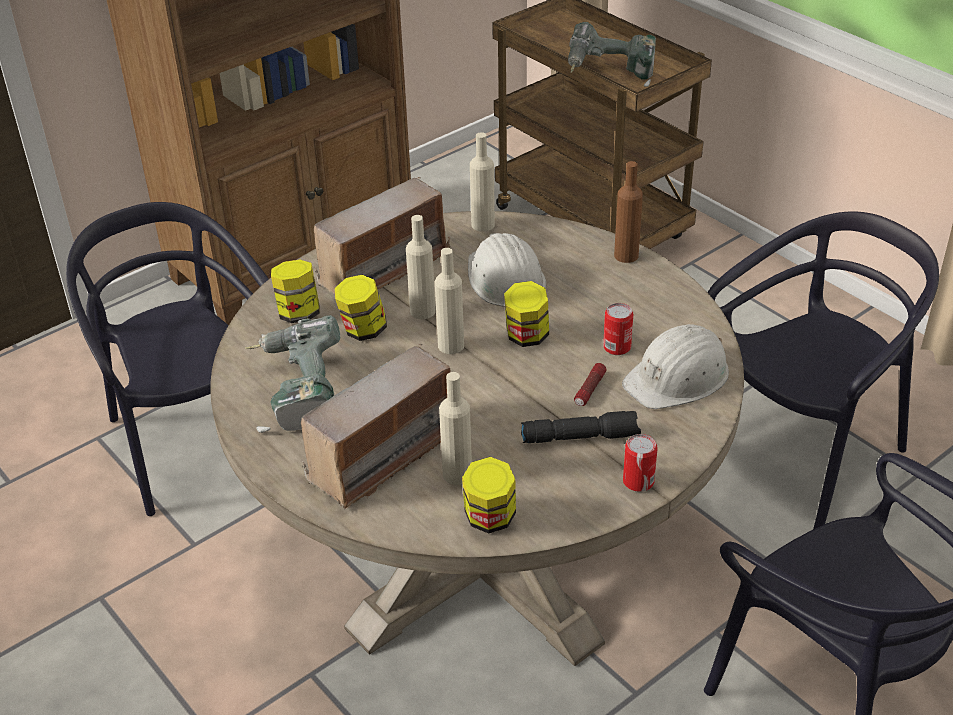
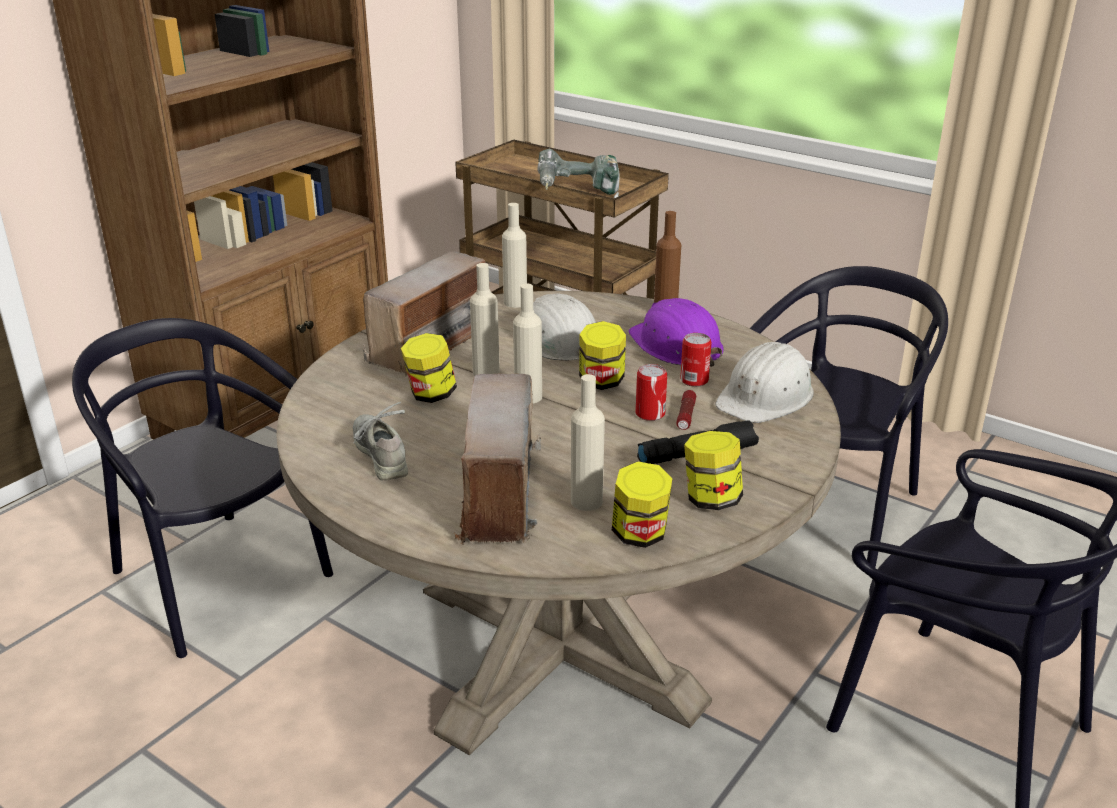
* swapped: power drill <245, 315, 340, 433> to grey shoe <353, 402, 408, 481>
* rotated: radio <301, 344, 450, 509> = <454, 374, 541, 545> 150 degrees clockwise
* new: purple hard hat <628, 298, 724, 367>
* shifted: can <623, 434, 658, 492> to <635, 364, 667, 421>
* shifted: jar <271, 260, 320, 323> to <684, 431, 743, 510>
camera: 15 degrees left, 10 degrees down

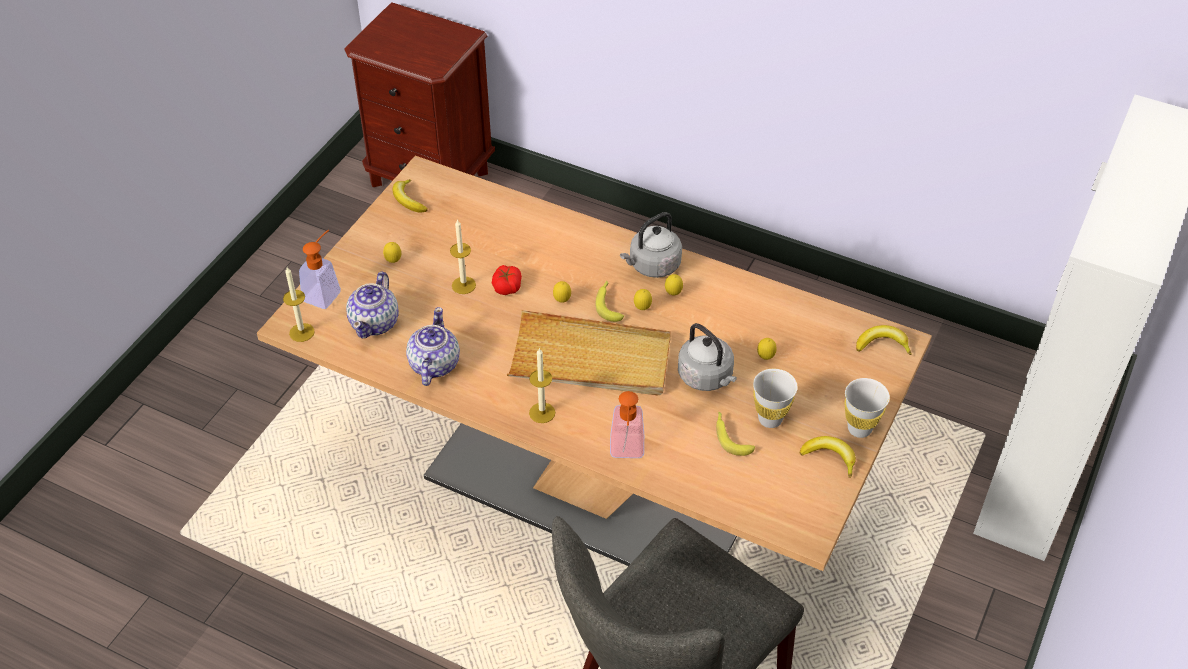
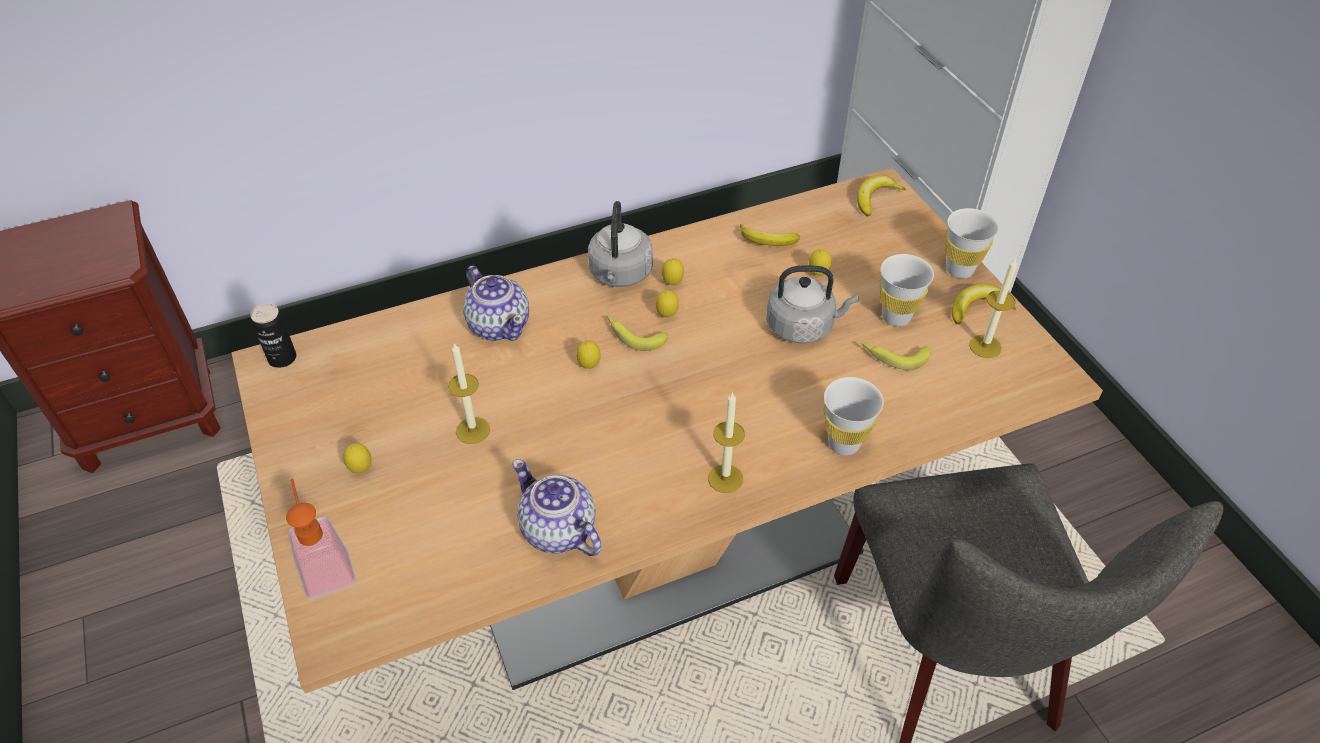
* new: can <251, 304, 296, 368>
* shifted: teapot <346, 271, 399, 338> to <463, 265, 529, 341>
* shifted: banana <393, 179, 427, 212> to <740, 224, 800, 246>
* swapped: soap dispenser <610, 391, 644, 458> to white cup <824, 377, 884, 456>
* shifted: candle <283, 267, 315, 342> to <969, 257, 1017, 358>
* gone: tomato <492, 265, 522, 295>
* gone: beige tray <507, 310, 671, 396>
camera: 50 degrees left, 0 degrees up

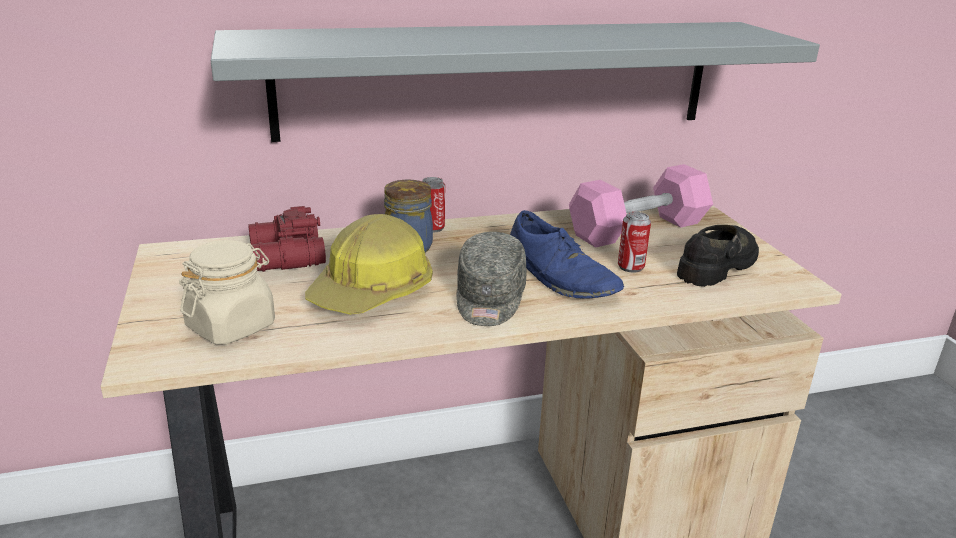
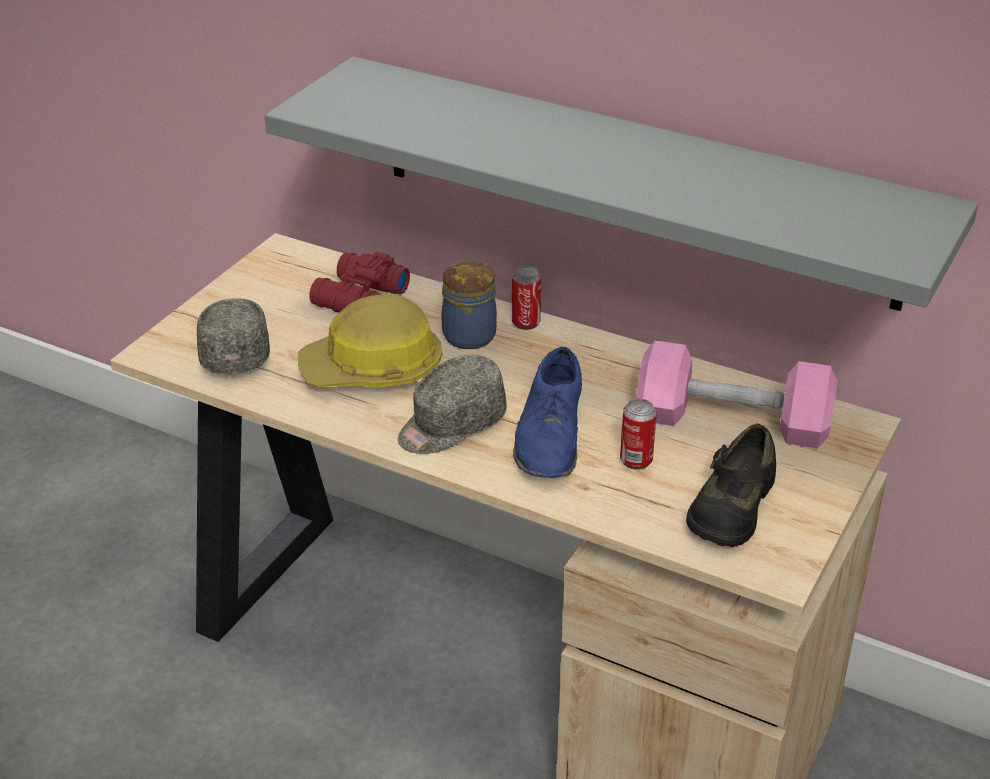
* swapped: beige jar <179, 240, 275, 344> to grey cap <197, 298, 270, 374>
* rotated: black shoe <677, 225, 759, 287> = <686, 424, 776, 547> 120 degrees clockwise
camera: 45 degrees right, 10 degrees up

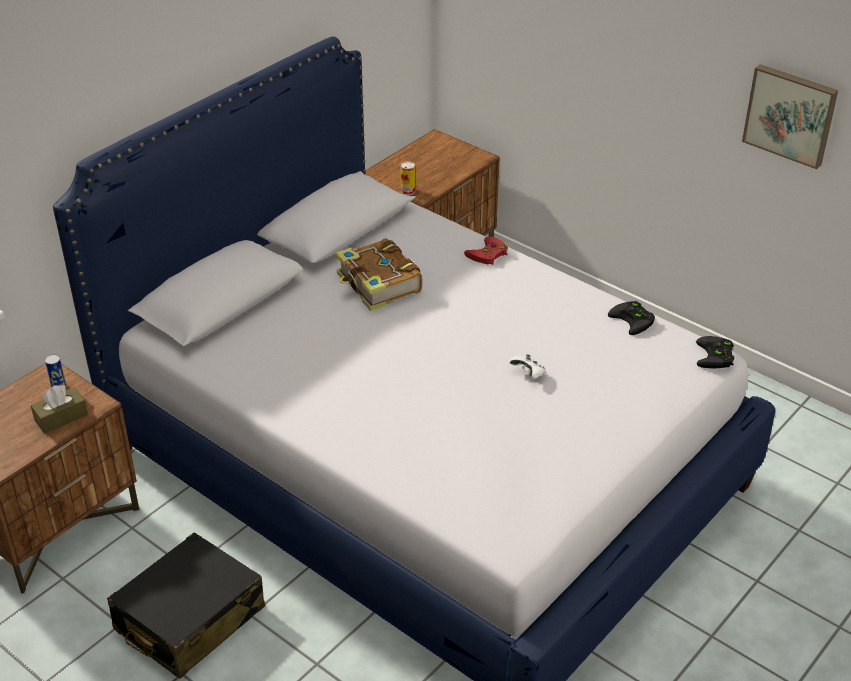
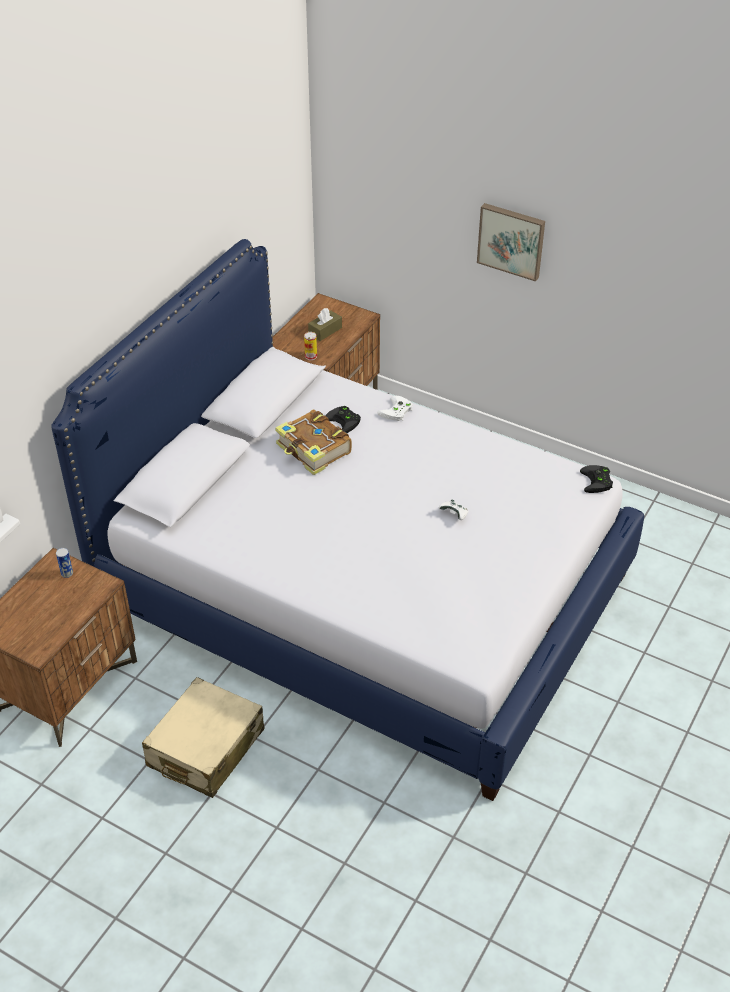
* repainted: black suitcase <107, 532, 265, 679> to beige suitcase <142, 677, 265, 798>
* shifted: brown tissue box <31, 385, 88, 434> to <308, 308, 342, 341>
* shifted: black game controller <608, 301, 655, 335> to <325, 406, 361, 433>
* repainted: red game controller <464, 236, 508, 265> to white game controller <377, 396, 413, 421>
* shifted: picture <742, 64, 838, 169> to <477, 203, 545, 282>
camera: 10 degrees left, 5 degrees up

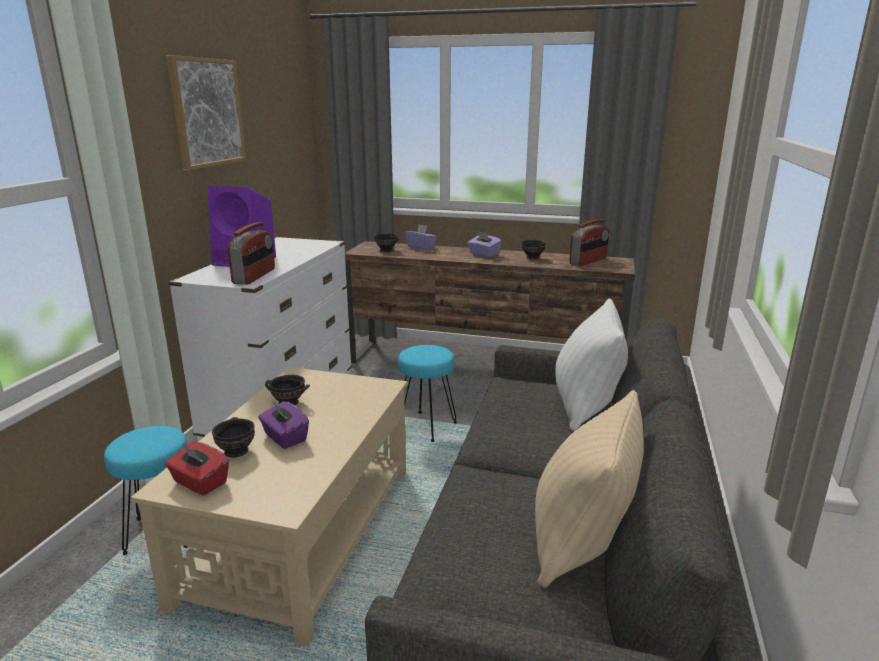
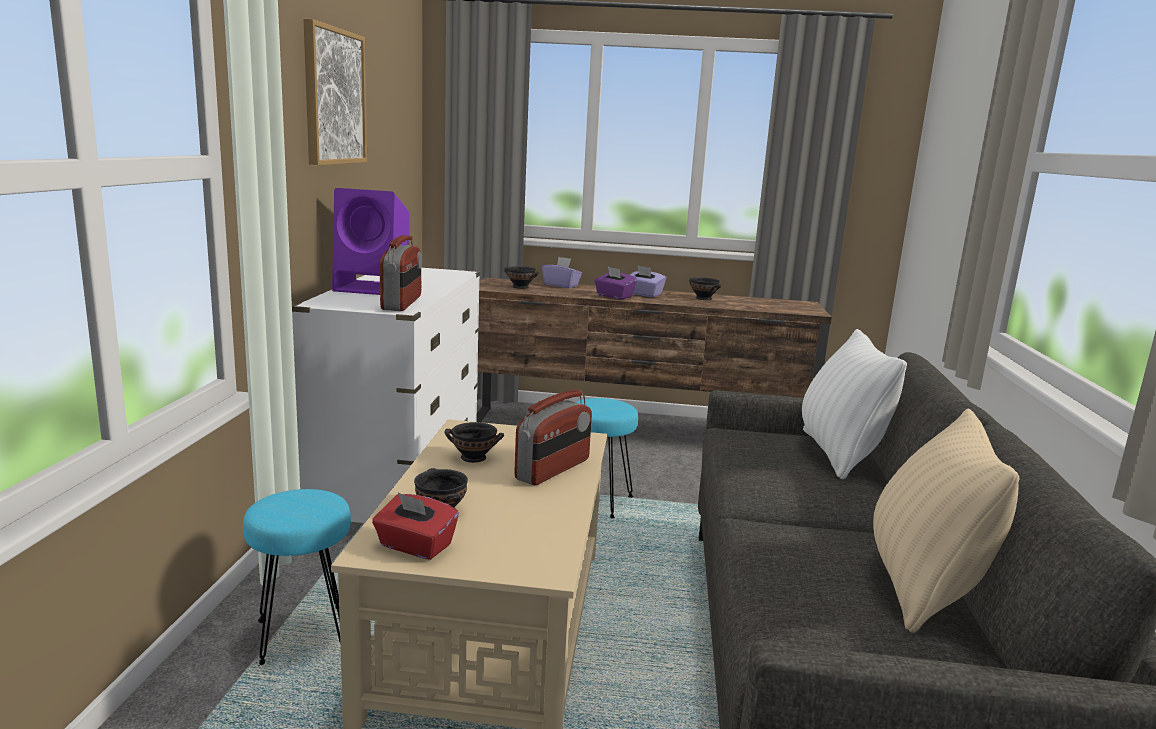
* shifted: radio <569, 219, 609, 266> to <514, 390, 592, 485>
* shifted: purple tissue box <258, 401, 309, 449> to <594, 267, 637, 299>
camera: 10 degrees left, 5 degrees down

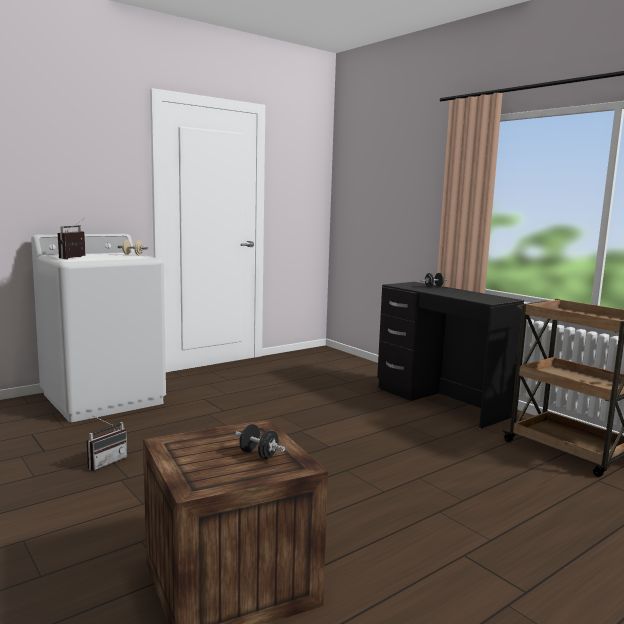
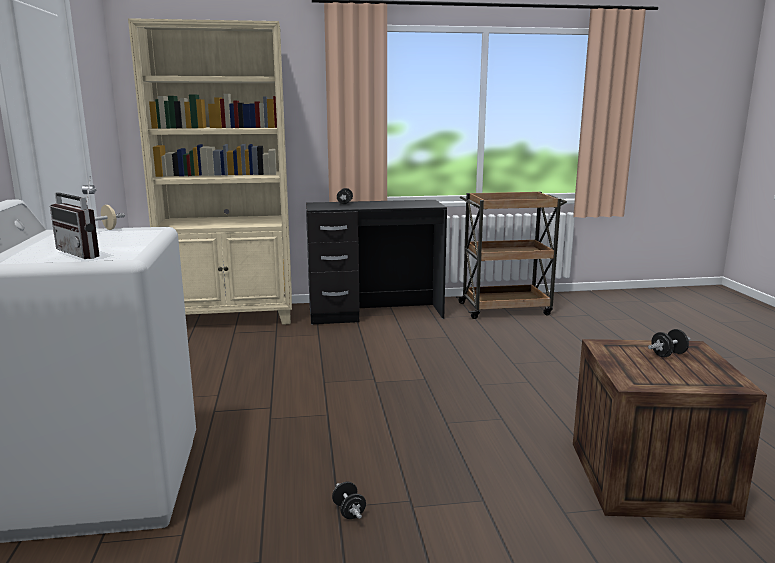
* new: beige bookcase <128, 18, 292, 325>
* swapped: radio <87, 416, 127, 471> to black dumbbell <332, 482, 366, 519>
camera: 60 degrees left, 5 degrees up

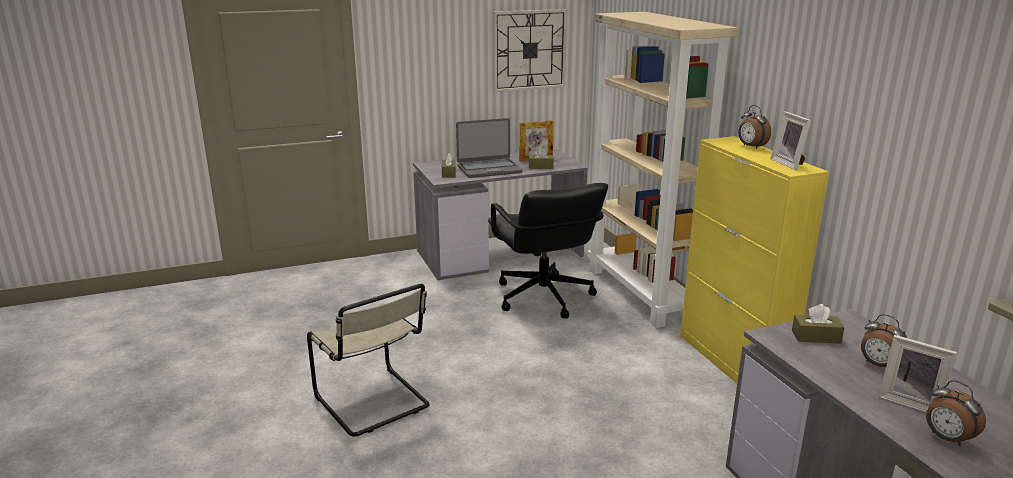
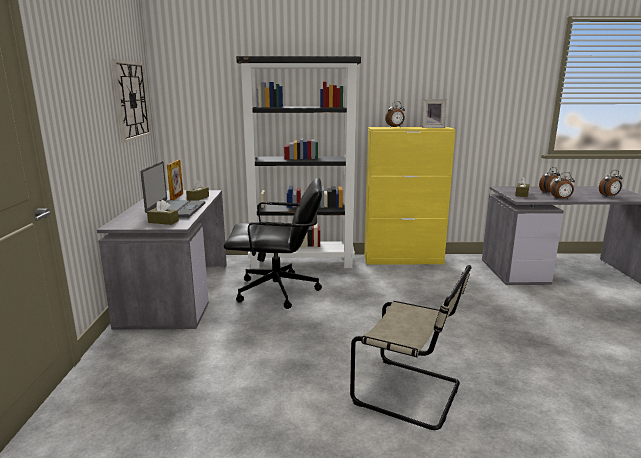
* repainted: beige bookcase <587, 12, 738, 328> to black bookcase <236, 56, 361, 269>
* rotated: beige chair <307, 284, 429, 437> = <350, 265, 471, 430> 45 degrees clockwise
* new: alarm clock <550, 172, 575, 199>
* gone: picture frame <879, 335, 957, 412>
camera: 70 degrees left, 5 degrees down

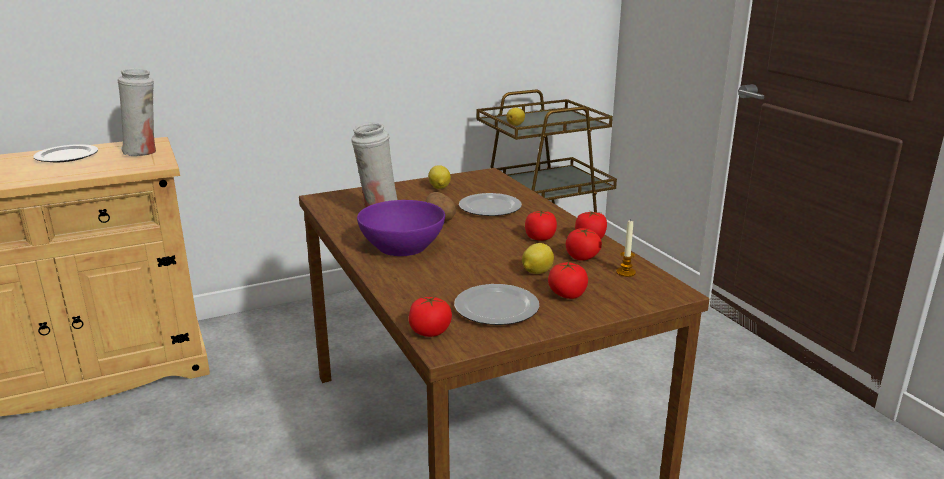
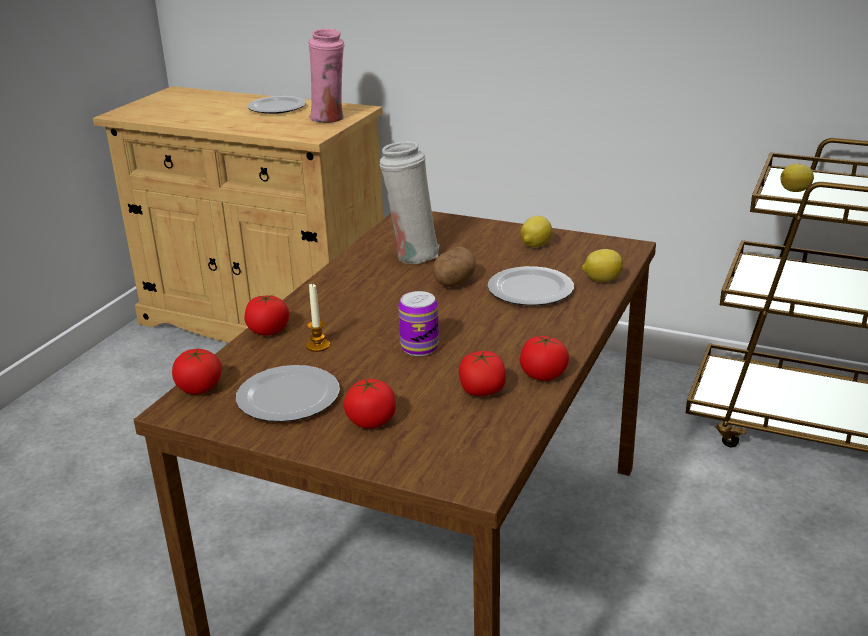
* shifted: tomato <525, 211, 557, 240> to <244, 295, 289, 336>
* shifted: candle <616, 219, 636, 277> to <306, 283, 330, 352>
* repainted: white vase <117, 68, 156, 156> to pink vase <308, 29, 344, 123>
* new: can <398, 291, 439, 356>
* shifted: lemon <522, 243, 554, 274> to <582, 249, 623, 282>
* gone: purple bowl <357, 200, 445, 256>
camera: 50 degrees right, 5 degrees up

